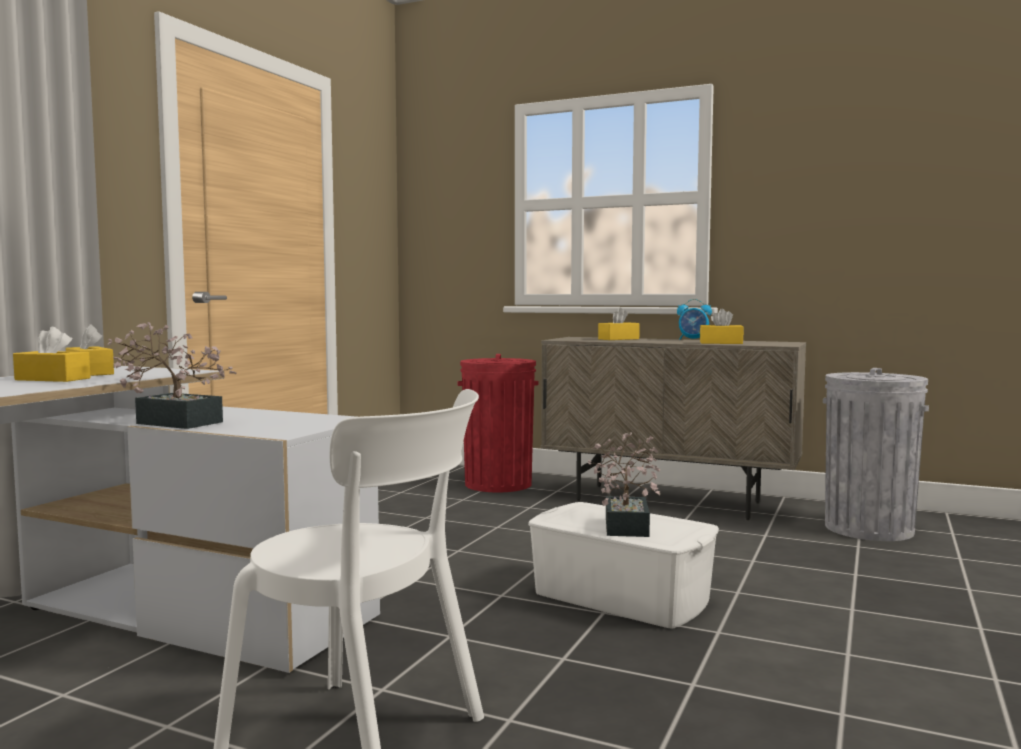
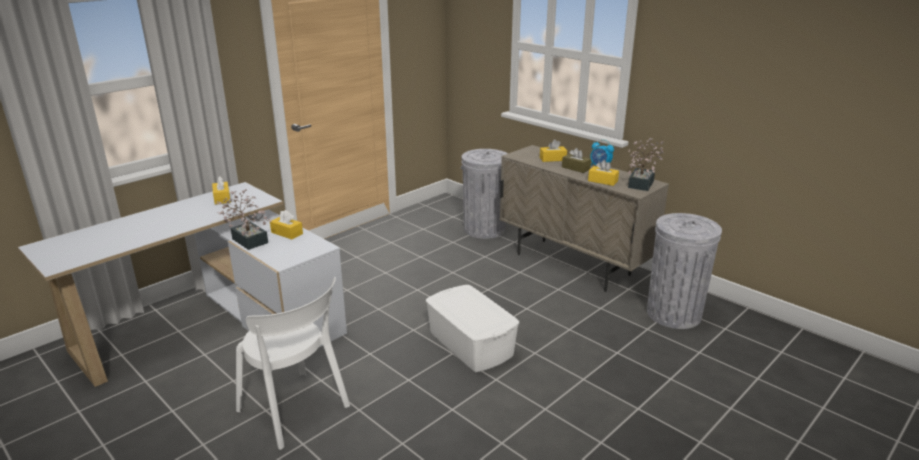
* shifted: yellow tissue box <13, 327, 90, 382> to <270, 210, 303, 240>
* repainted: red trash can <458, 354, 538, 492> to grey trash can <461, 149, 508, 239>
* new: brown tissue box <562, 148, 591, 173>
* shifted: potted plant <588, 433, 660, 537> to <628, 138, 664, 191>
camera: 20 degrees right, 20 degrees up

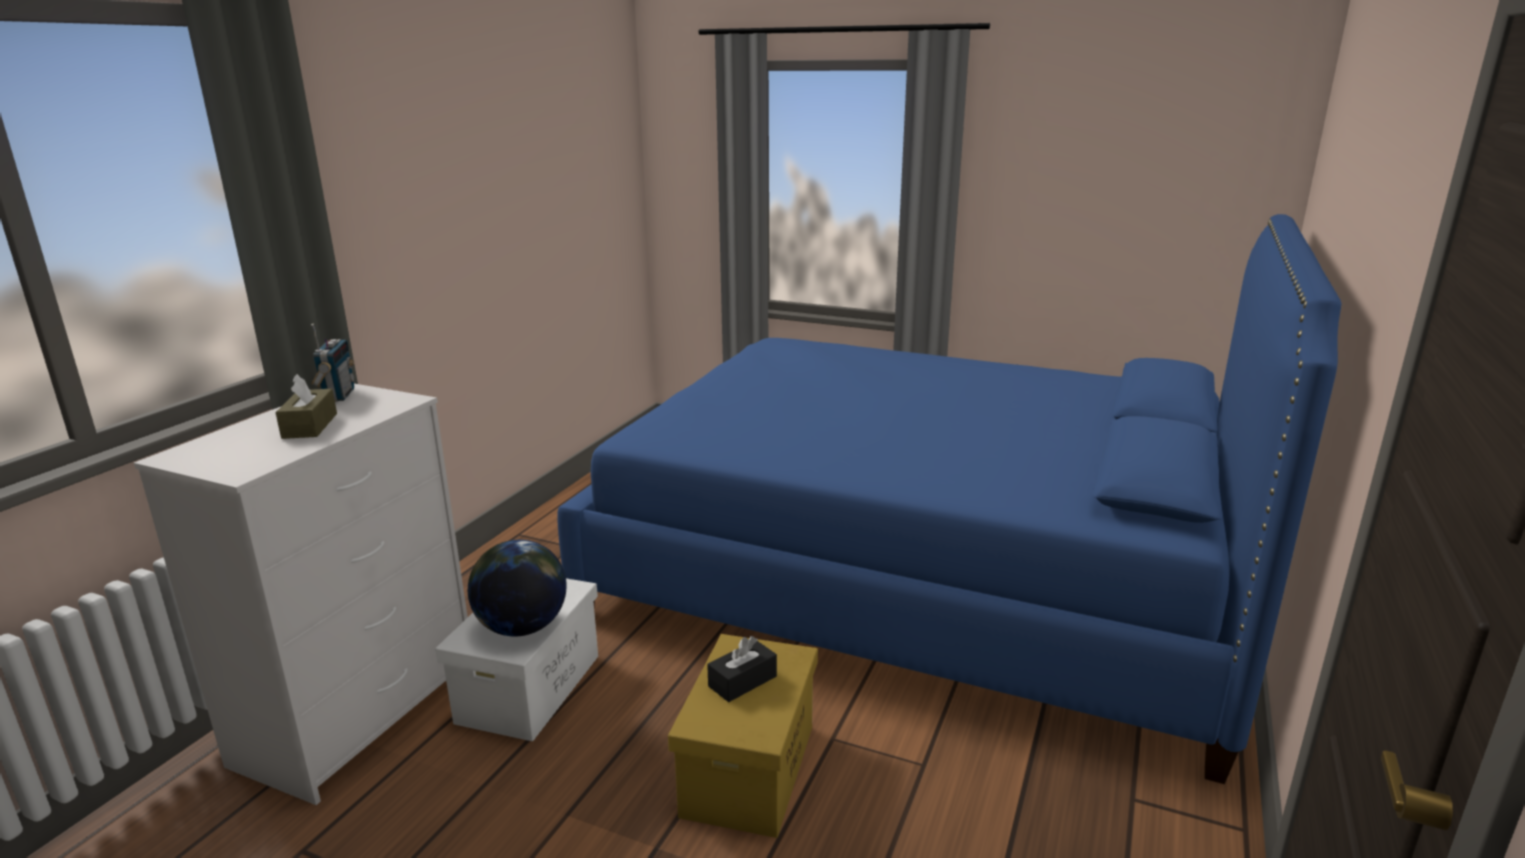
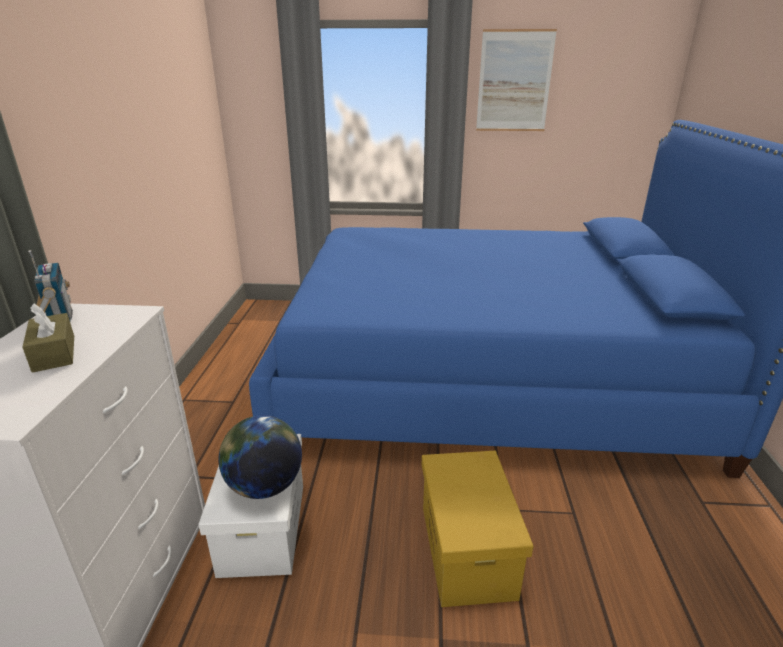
* new: picture <476, 29, 557, 131>
* gone: black tissue box <707, 636, 777, 702>
camera: 20 degrees left, 5 degrees up

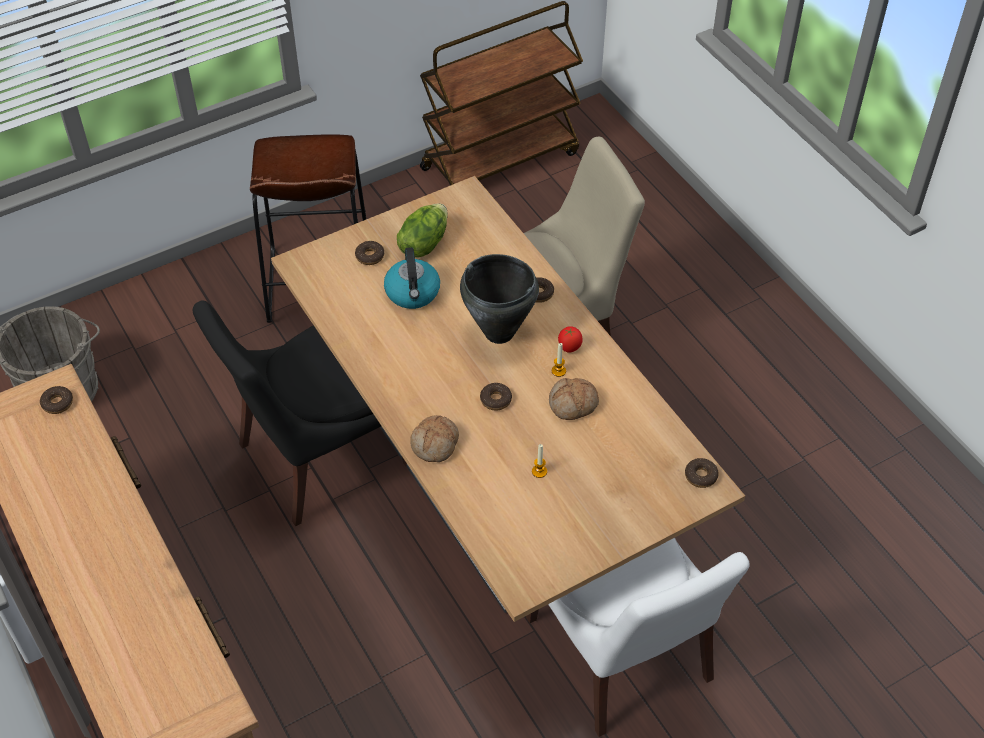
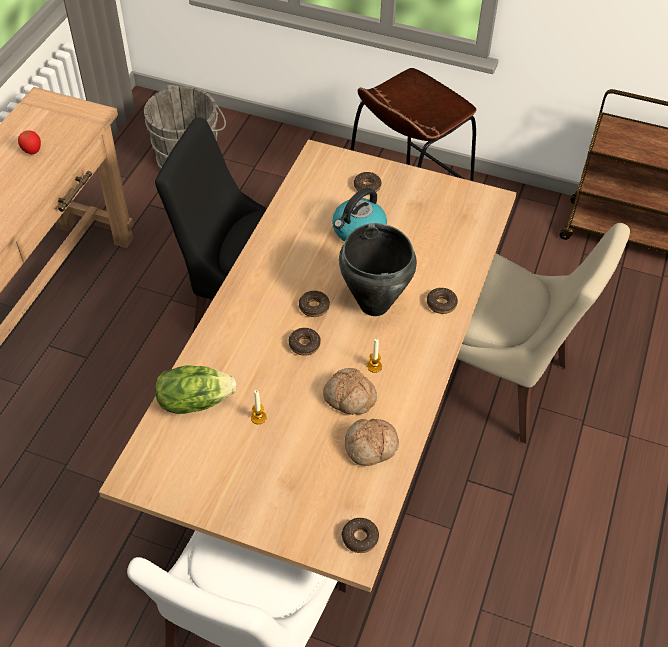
* shifted: tomato <558, 326, 582, 353> to <18, 130, 41, 154>
* shifted: lettuce <397, 203, 448, 257> to <155, 365, 237, 414>
* shifted: donut <40, 386, 73, 414> to <299, 291, 330, 317>
* shifted: bread <410, 415, 459, 462> to <345, 419, 399, 466>
camera: 50 degrees right, 0 degrees up

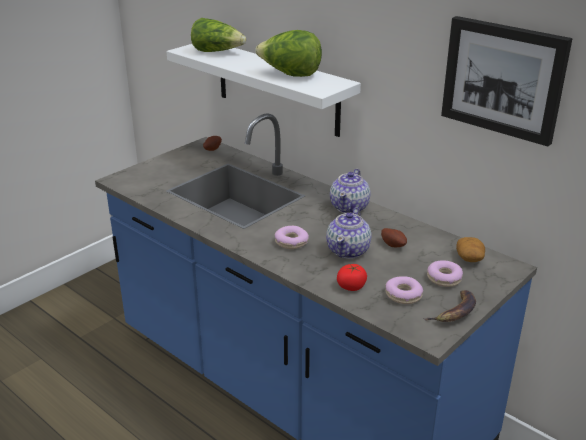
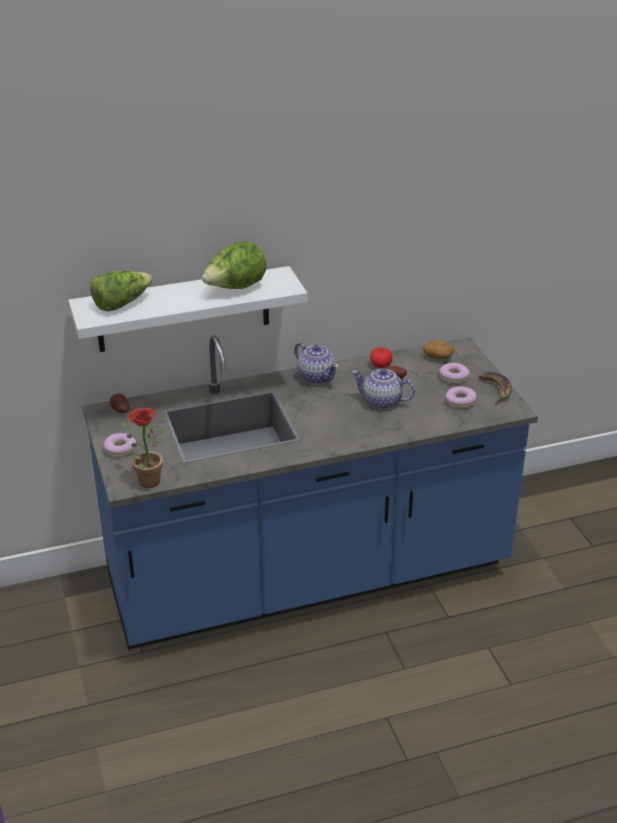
* shifted: donut <275, 226, 309, 249> to <104, 433, 136, 457>
* new: potted plant <121, 408, 165, 488>
* rotated: teapot <326, 207, 372, 259> = <352, 368, 415, 409> 150 degrees clockwise
* shifted: tomato <337, 264, 367, 291> to <370, 347, 392, 368>
* gone: picture <441, 16, 572, 147>
camera: 60 degrees left, 5 degrees up

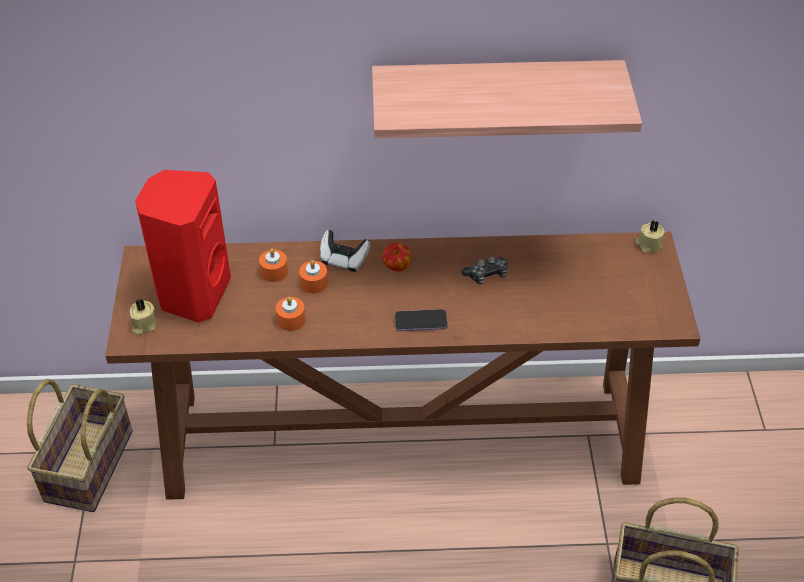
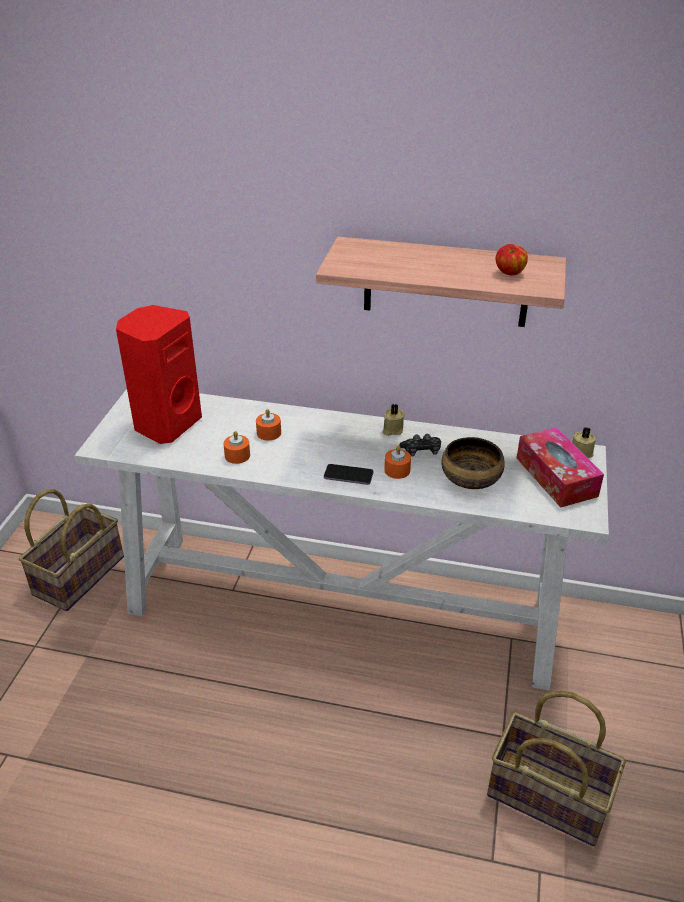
* repainted: brown console table <105, 232, 701, 500> to white console table <75, 389, 609, 690>
* shifted: beige candle <130, 299, 156, 335> to <382, 404, 405, 436>
* shifted: orange candle <259, 248, 288, 282> to <384, 445, 411, 479>
* new: bowl <441, 437, 505, 489>
* shifted: apple <383, 243, 412, 271> to <496, 244, 528, 275>
* new: tissue box <517, 427, 604, 507>
* gone: game controller <320, 230, 370, 272>
camera: 15 degrees right, 10 degrees down

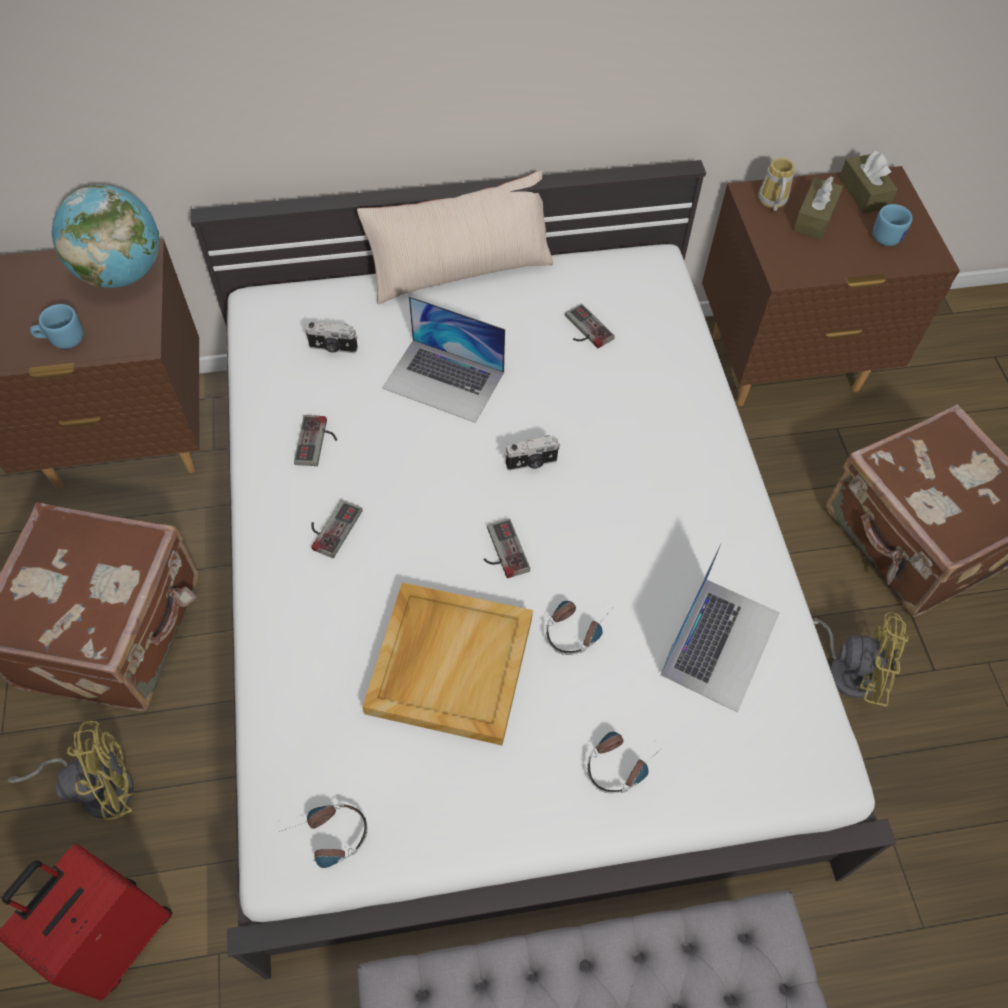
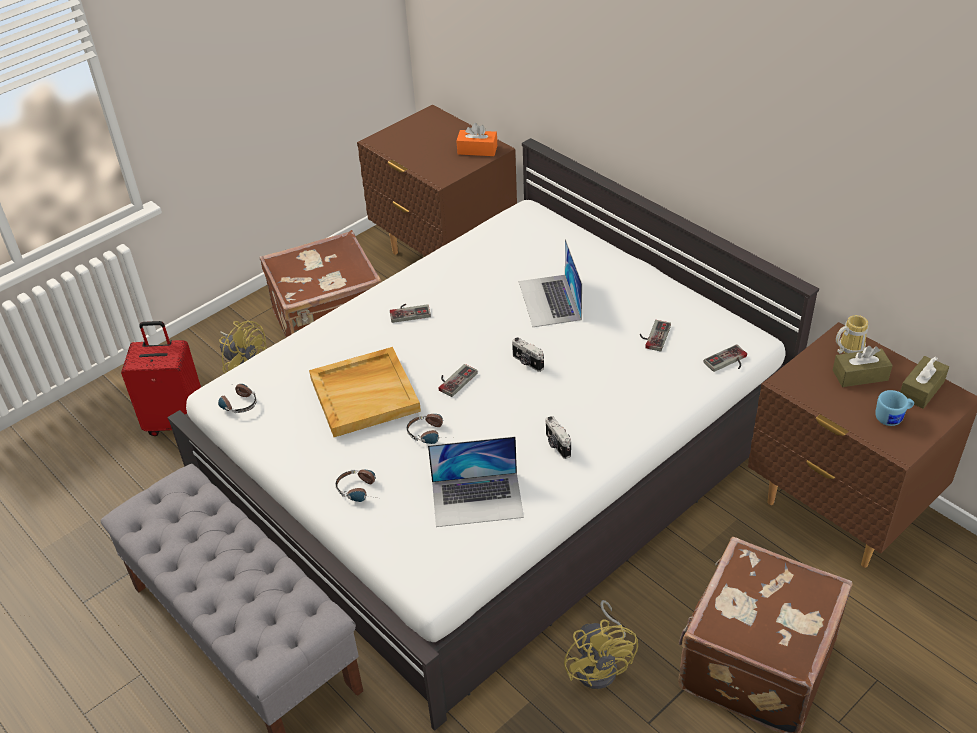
* swapped: globe <52, 185, 160, 288> to orange tissue box <457, 123, 497, 156>
* shifted: photo camera <305, 322, 358, 353> to <546, 416, 571, 459>
* shifted: game controller <294, 415, 337, 466> to <704, 344, 747, 372>
* gone: blue mug <30, 304, 83, 349>
* gone: beige pillow <357, 170, 553, 304>
camera: 60 degrees right, 15 degrees down

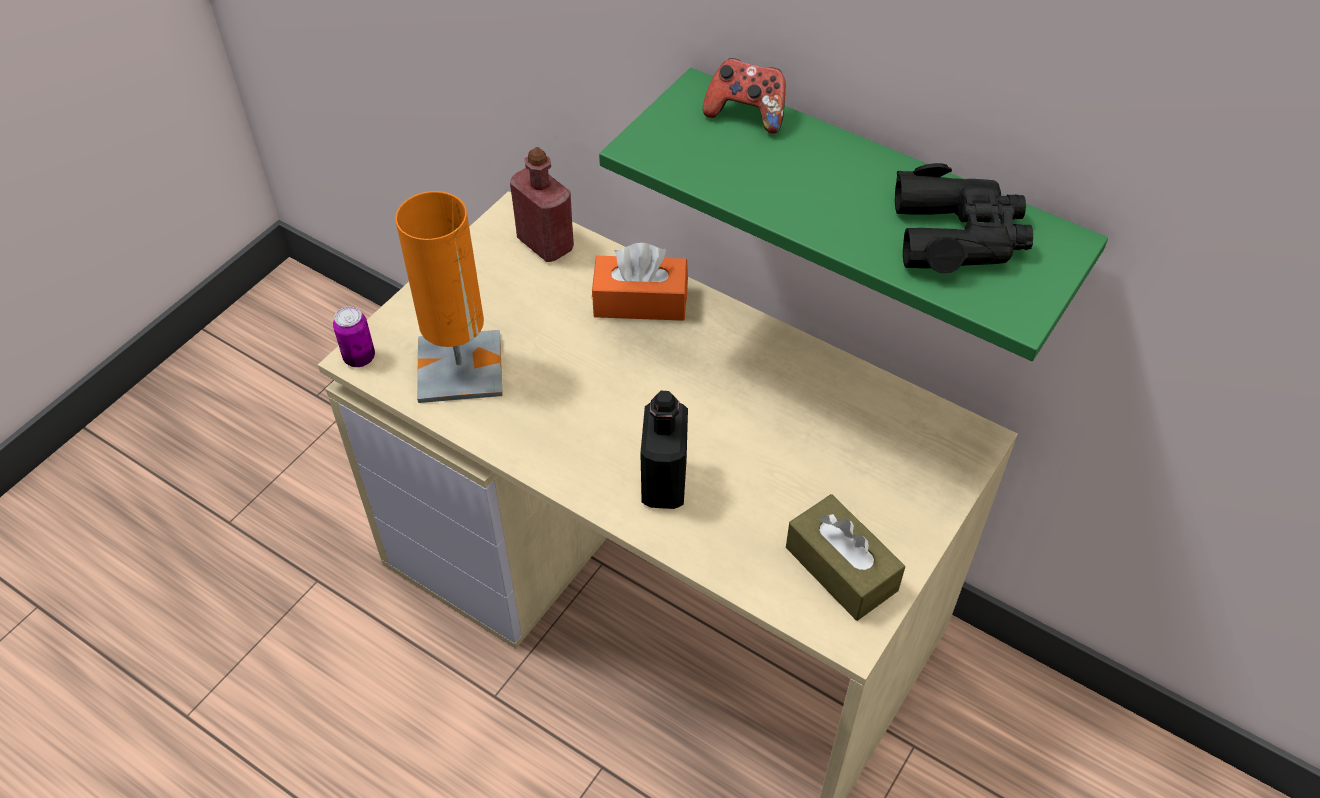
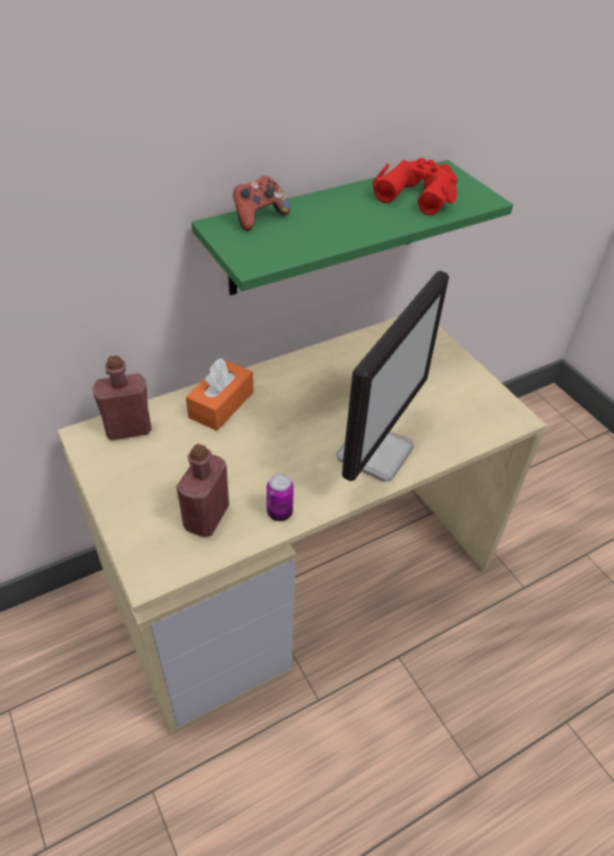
* swapped: orange table lamp <395, 191, 503, 403> to red bottle <176, 444, 229, 537>
* shifted: can <333, 306, 375, 367> to <267, 473, 294, 521>
* swapped: black bottle <640, 391, 688, 509> to monitor <336, 271, 449, 482>
* repainted: black binoculars <895, 163, 1033, 273> to red binoculars <372, 158, 457, 215>
* gone: brown tissue box <786, 494, 905, 621>
camera: 65 degrees left, 5 degrees down

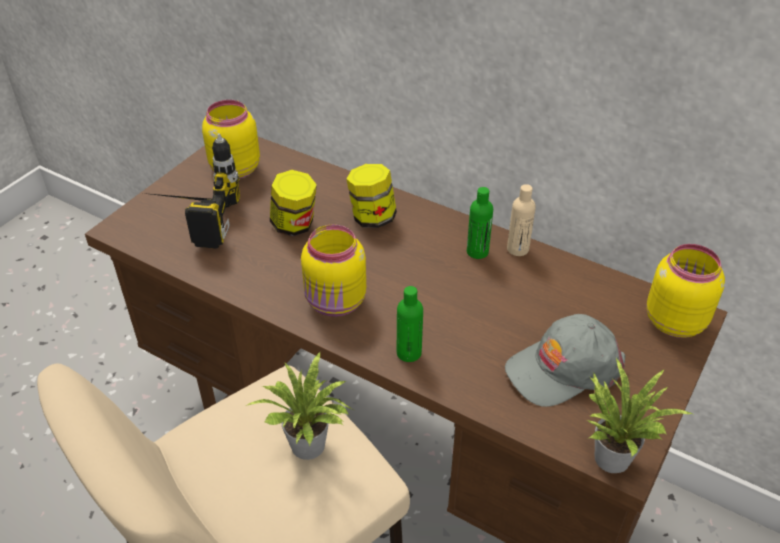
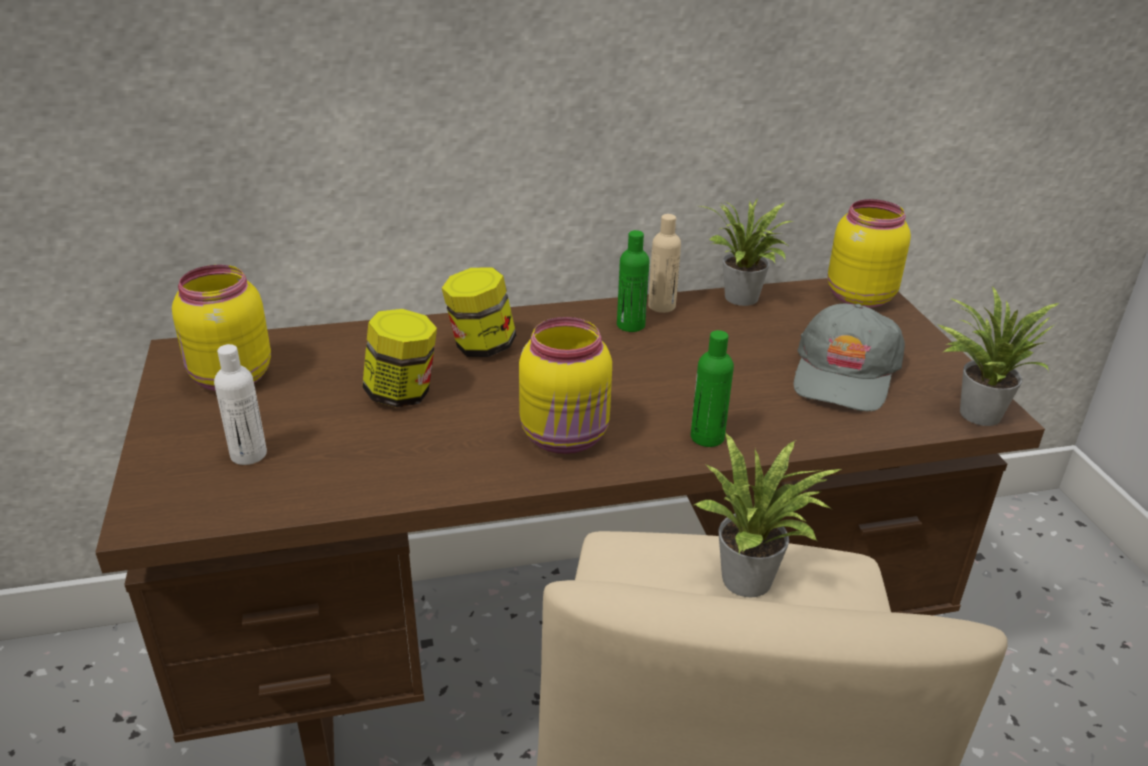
* swapped: power drill <143, 134, 240, 249> to white bottle <214, 344, 267, 465>
* new: potted plant <700, 197, 795, 306>
camera: 45 degrees left, 10 degrees down

